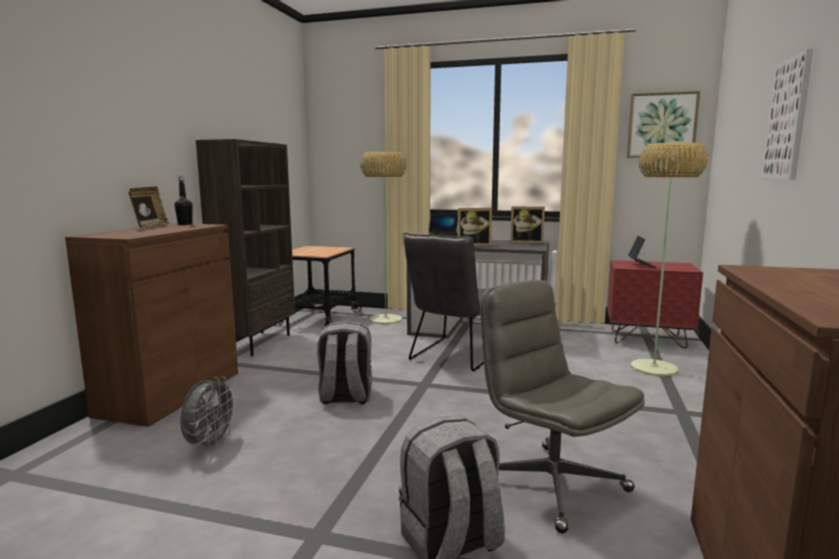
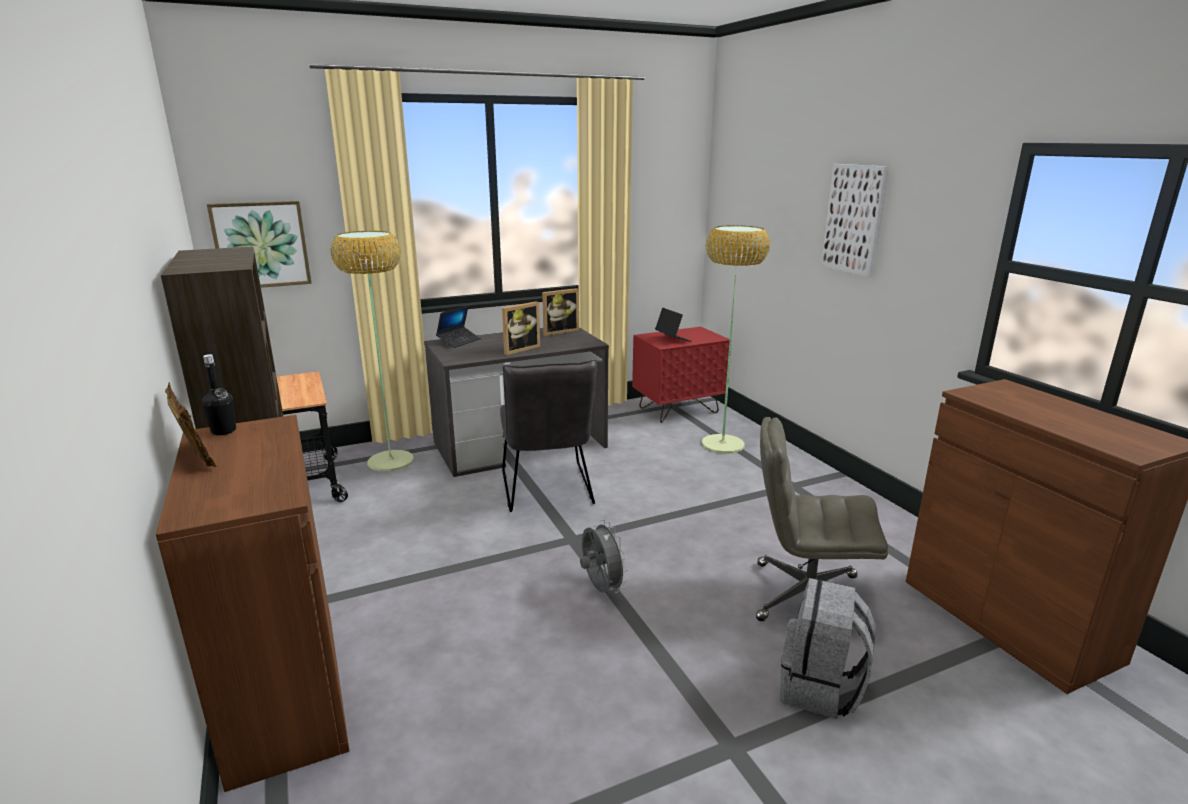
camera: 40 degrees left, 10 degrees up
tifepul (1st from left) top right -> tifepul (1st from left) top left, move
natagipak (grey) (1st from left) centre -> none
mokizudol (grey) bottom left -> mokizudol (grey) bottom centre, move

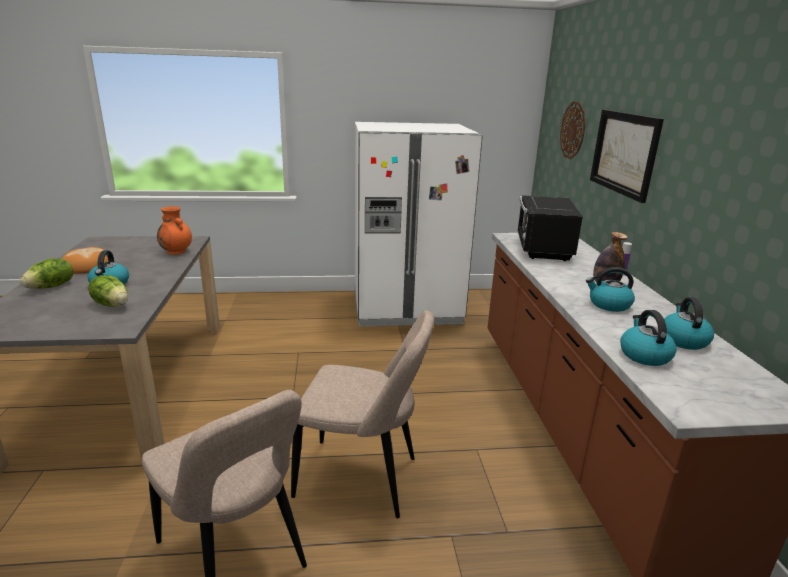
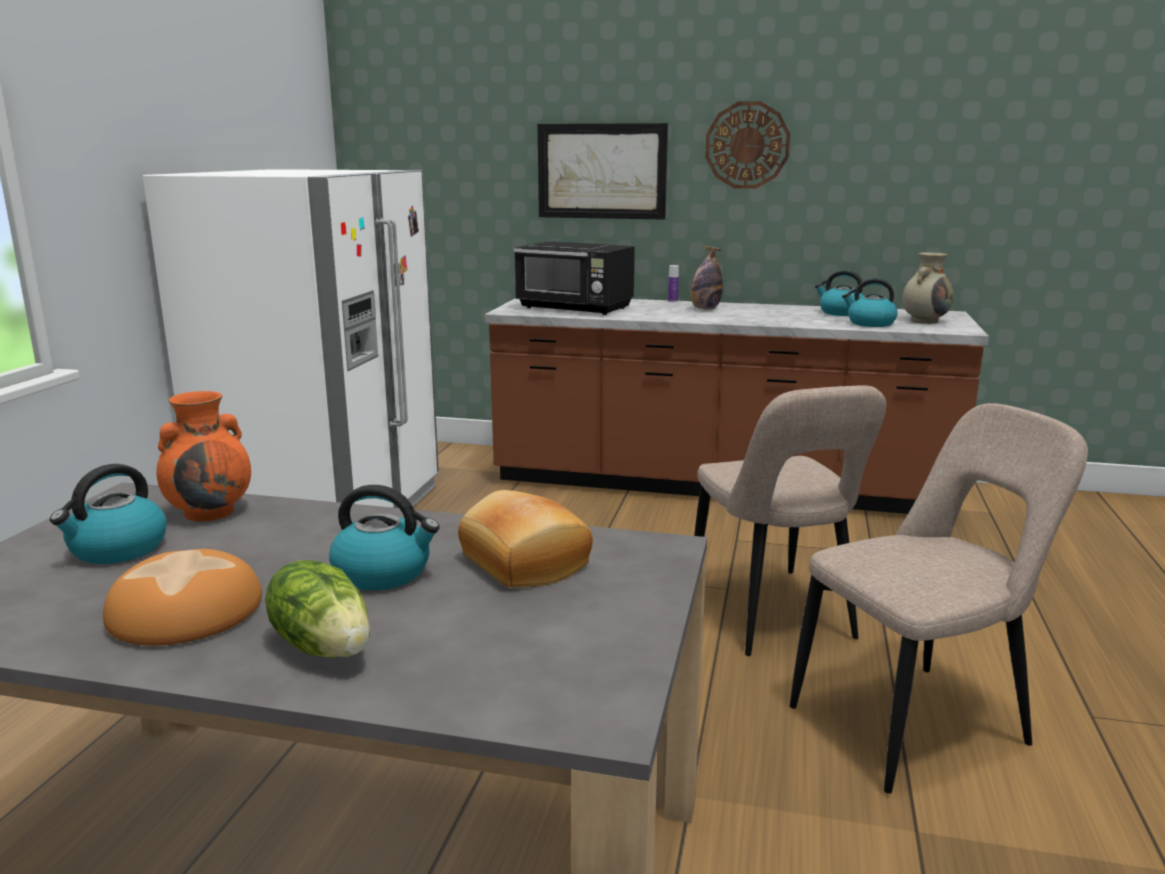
camera: 70 degrees left, 5 degrees down
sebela top right -> sebela top centre, move
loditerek (2nd from left in the first image) middle right -> loditerek (1st from left) middle left, move
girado (2nd from left) middle left -> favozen (2nd from left) centre
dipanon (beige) (2nd from left in the first image) bottom centre -> dipanon (beige) (1st from left) middle right, 135 degrees clockwise
none -> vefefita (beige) top right

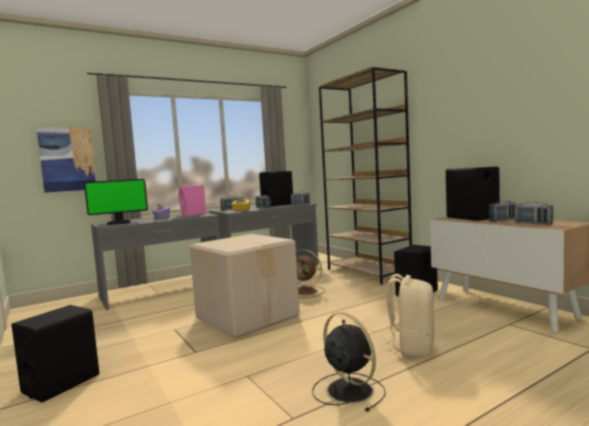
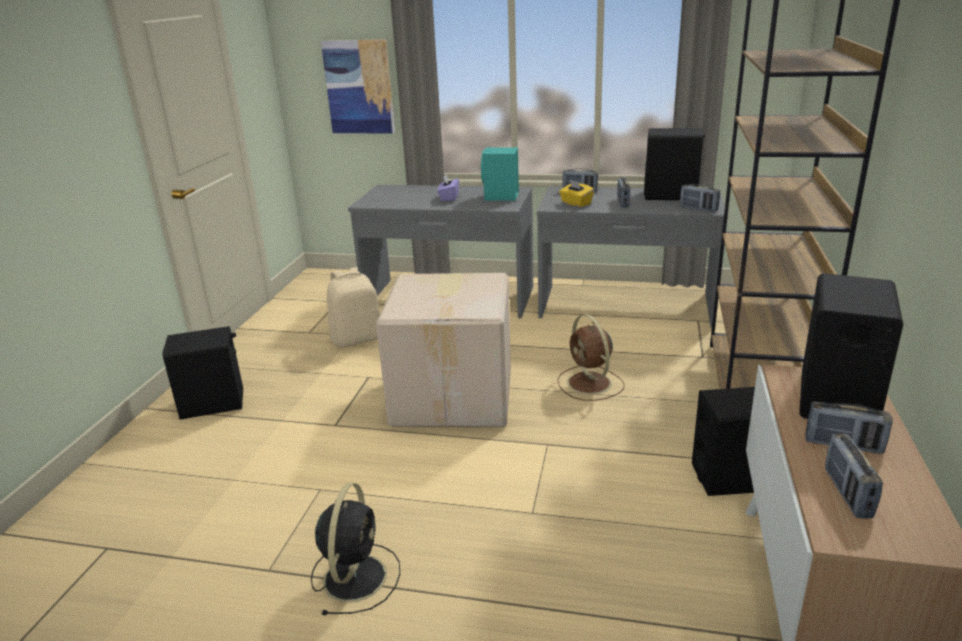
camera: 45 degrees right, 20 degrees up
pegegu middle left -> none
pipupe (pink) middle left -> pipupe (turquoise) top centre
natagipak (beige) bottom right -> natagipak (beige) centre, move

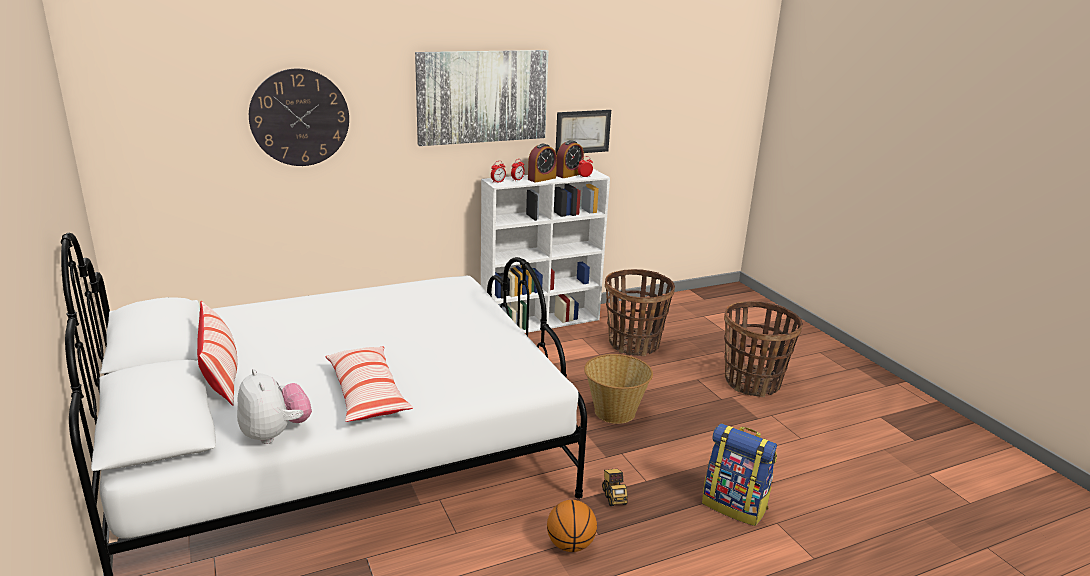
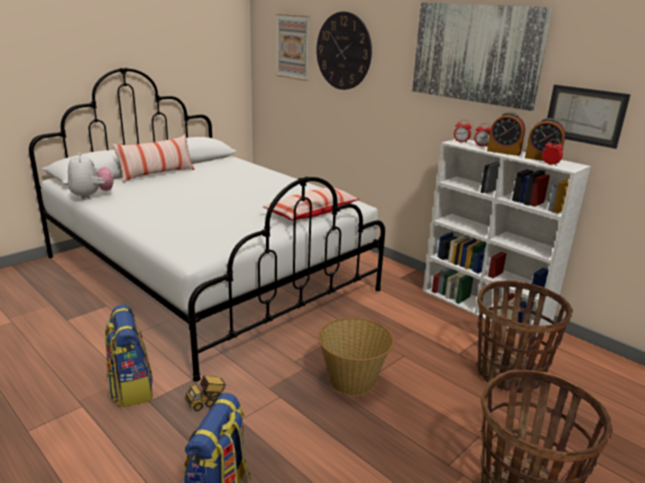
camera: 70 degrees right, 0 degrees up
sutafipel (2nd from left) bottom centre -> sutafipel (2nd from left) centre, move
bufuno bottom left -> bufuno middle left, 60 degrees counterclockwise
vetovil bottom centre -> natagipak (1st from left) bottom left
none -> tifepul (1st from left) top centre

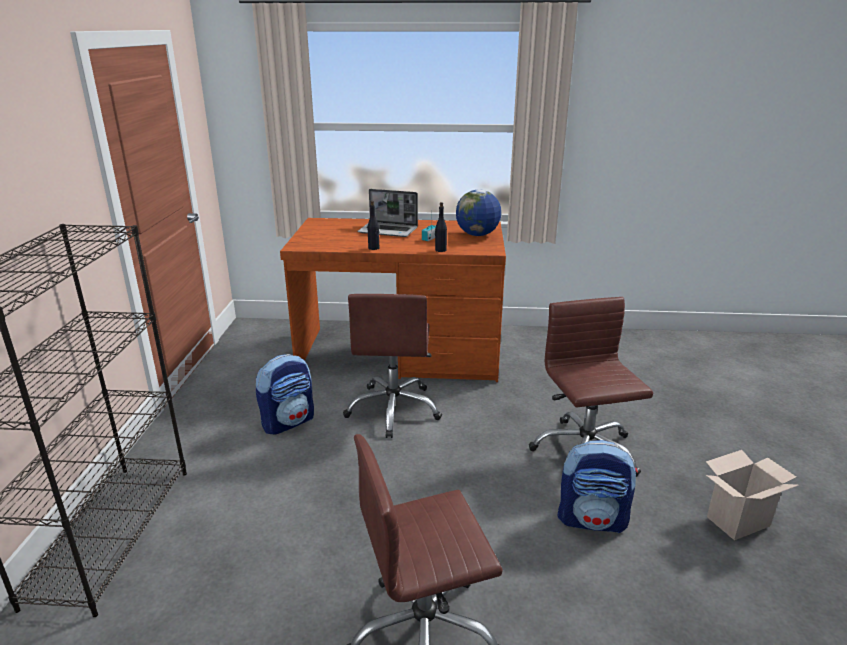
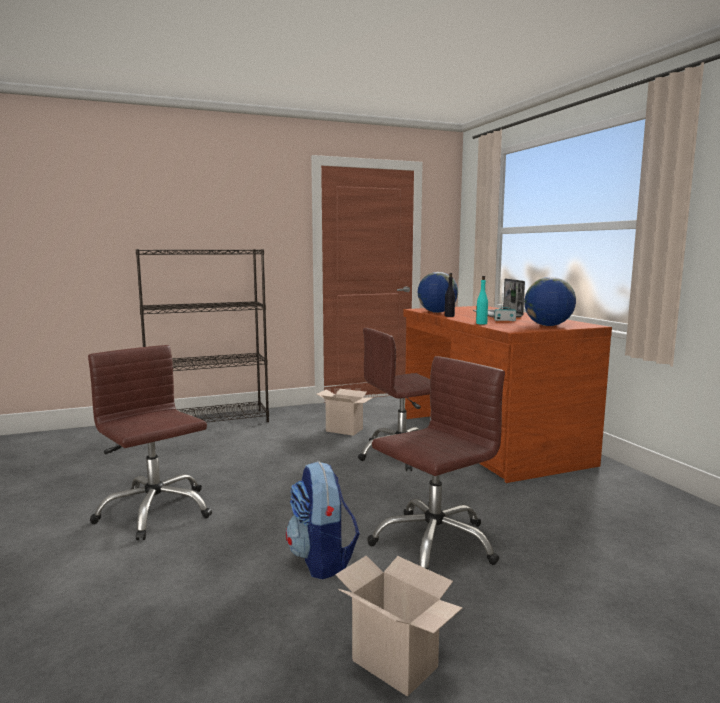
camera: 65 degrees right, 15 degrees down
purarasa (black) (2nd from left) centre -> purarasa (turquoise) middle right
natagipak (1st from left) centre -> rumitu (1st from left) centre
none -> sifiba (1st from left) centre

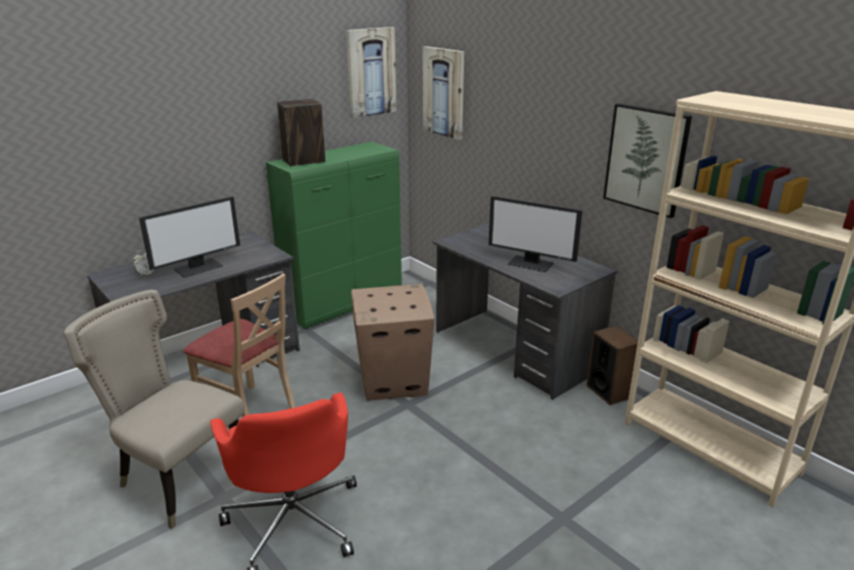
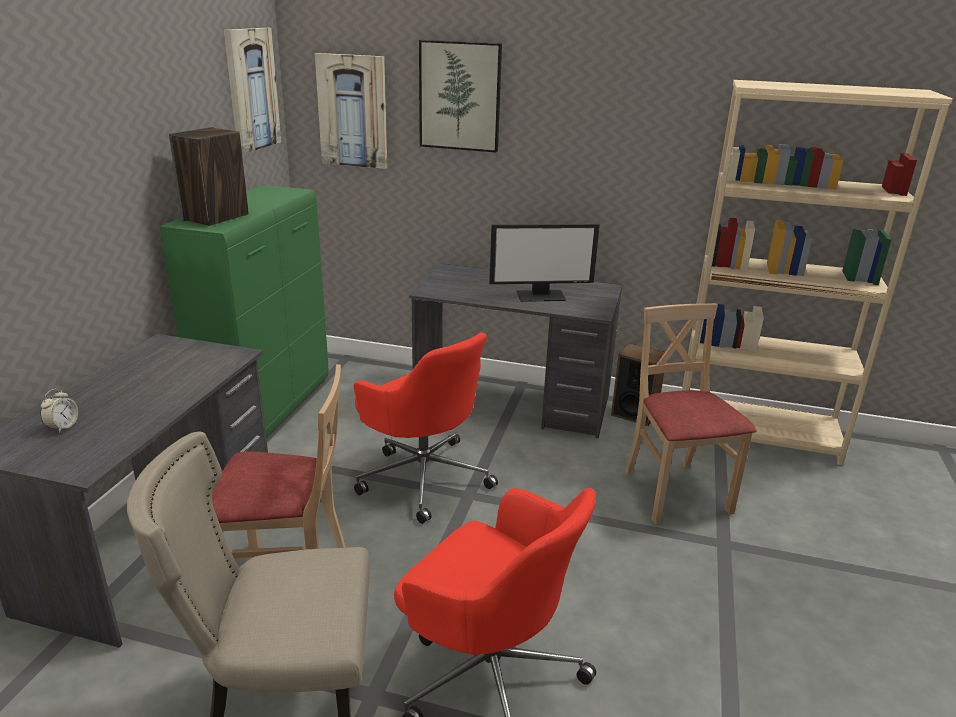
camera: 35 degrees left, 0 degrees up
tifepul (3rd from left) top right -> tifepul (3rd from left) top centre, move
pegegu (1st from left) middle left -> none
rumitu centre -> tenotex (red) (1st from left) centre
none -> dipanon (beige) (3rd from left) middle right

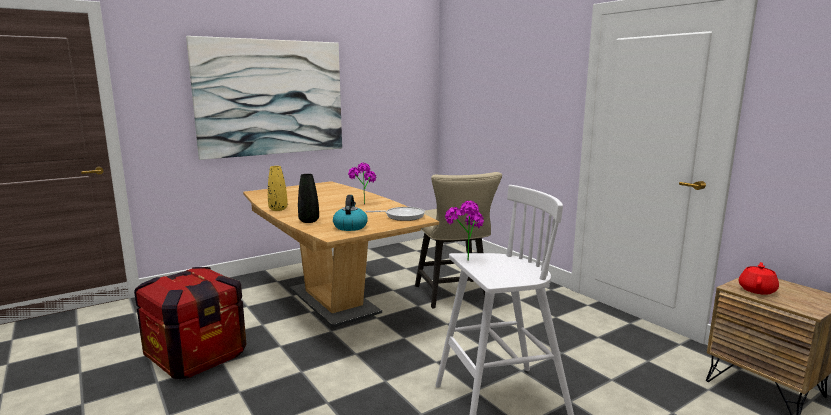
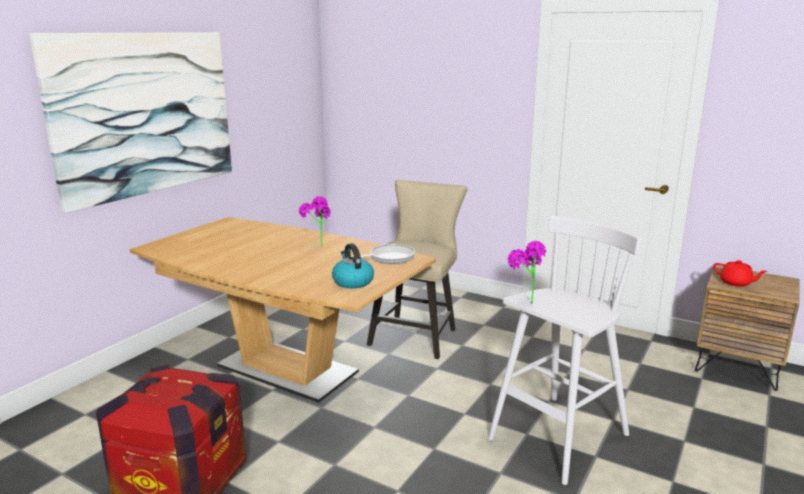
camera: 25 degrees left, 5 degrees up
vefefita (yellow) centre -> none
dipanon (beige) centre, 120 degrees counterclockwise
vefefita (black) centre -> none
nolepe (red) bottom right -> nolepe (red) middle right, 120 degrees clockwise

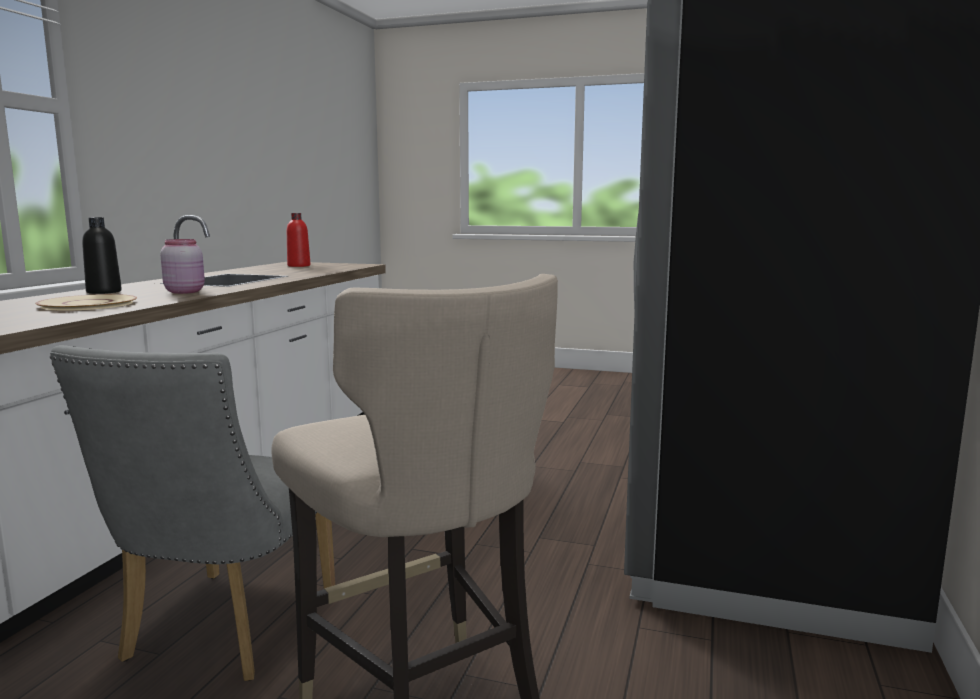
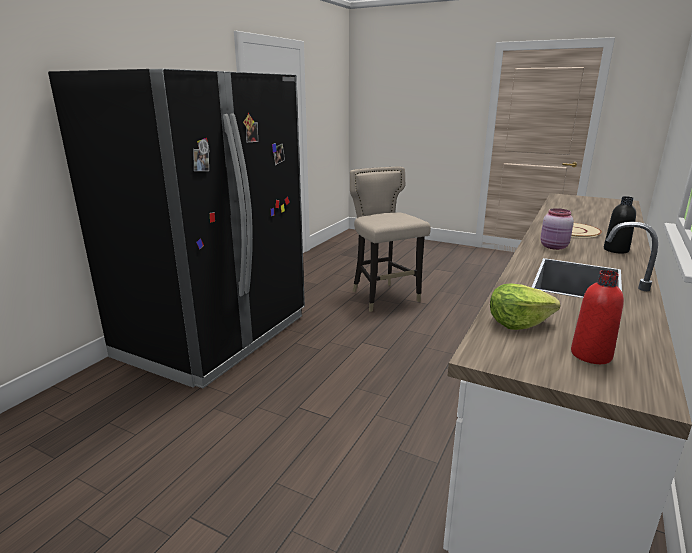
camera: 170 degrees left, 10 degrees up
dipanon (grey) bottom left -> none
none -> girado middle right

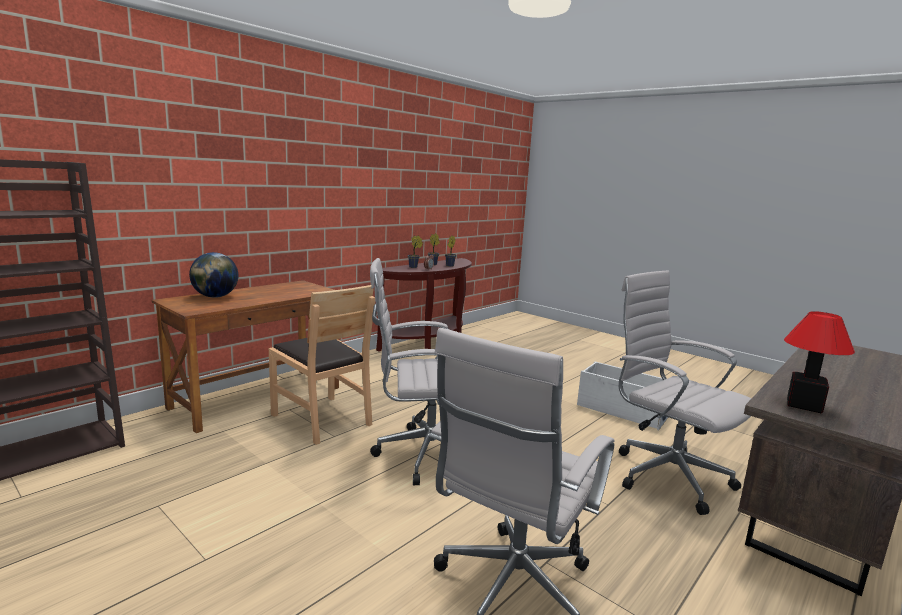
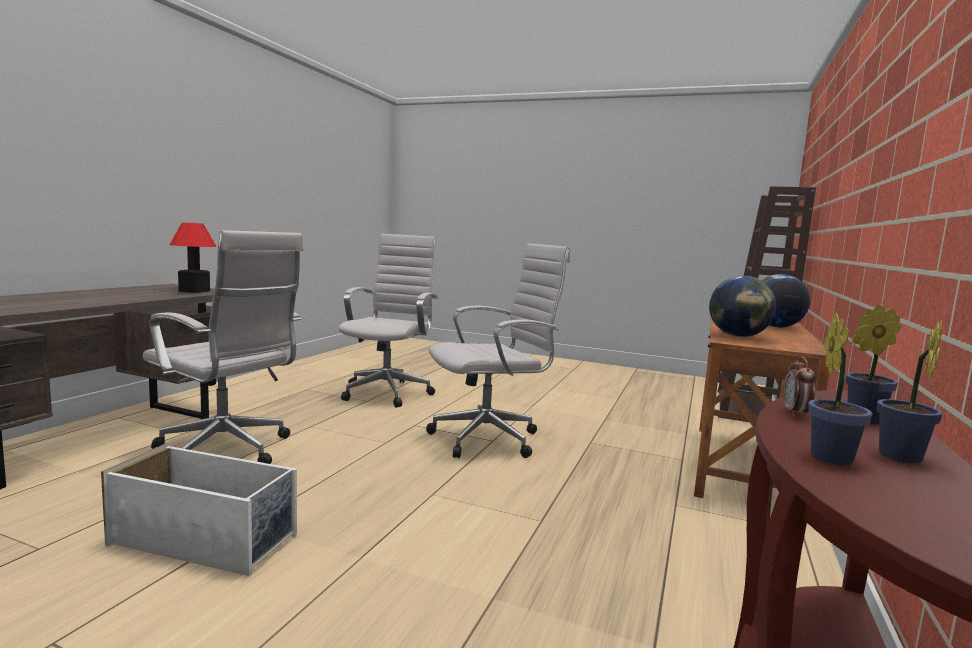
camera: 160 degrees right, 5 degrees down
dipanon (brown) centre -> none
none -> sifiba (1st from left) middle right

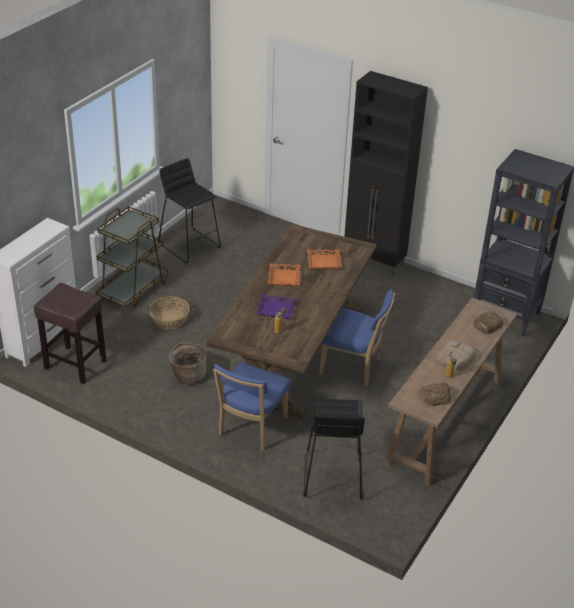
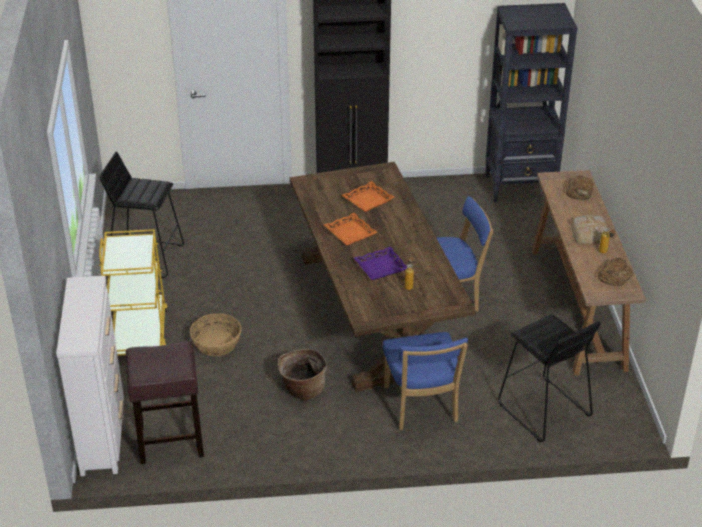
camera: 35 degrees left, 0 degrees up
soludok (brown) middle left -> soludok (yellow) middle left

